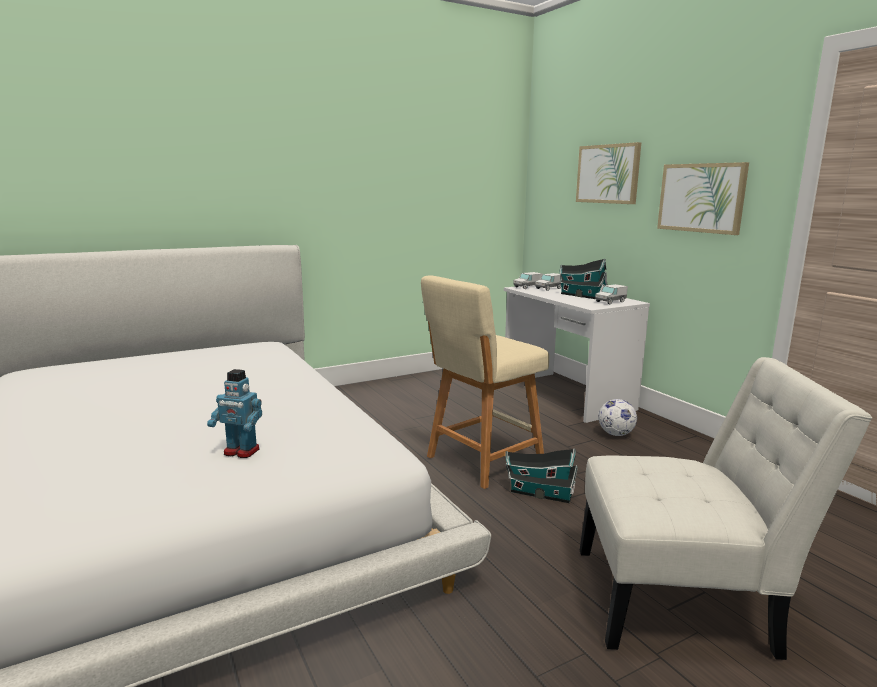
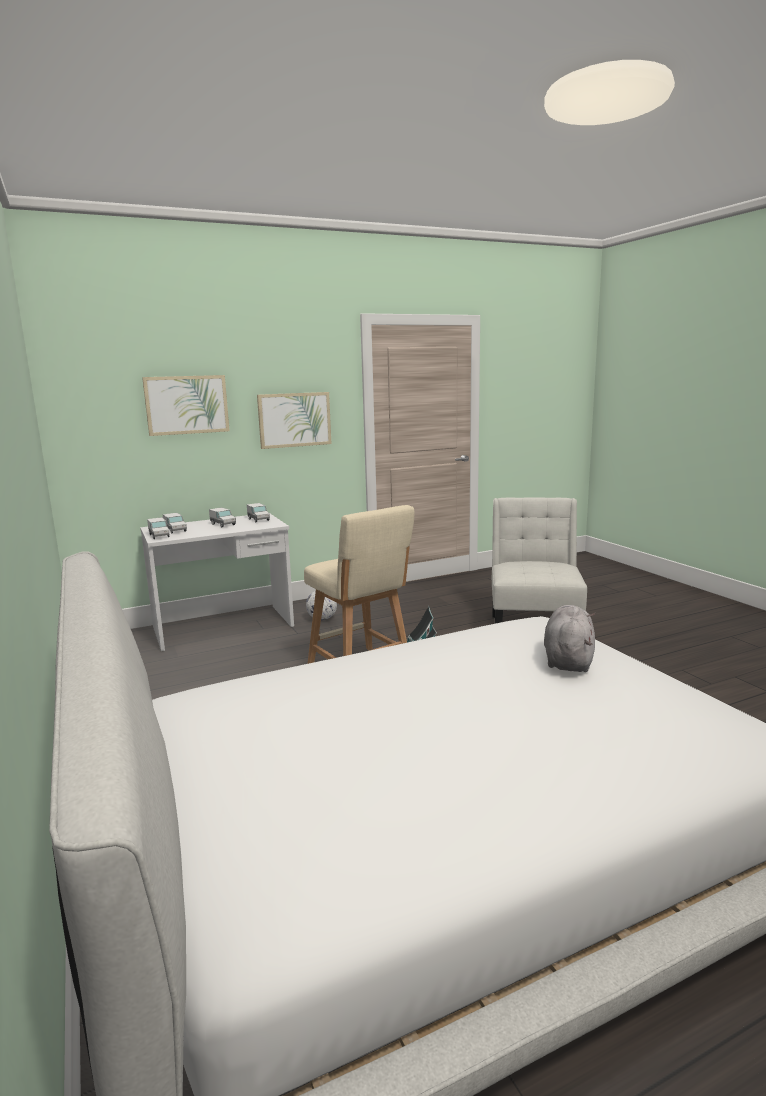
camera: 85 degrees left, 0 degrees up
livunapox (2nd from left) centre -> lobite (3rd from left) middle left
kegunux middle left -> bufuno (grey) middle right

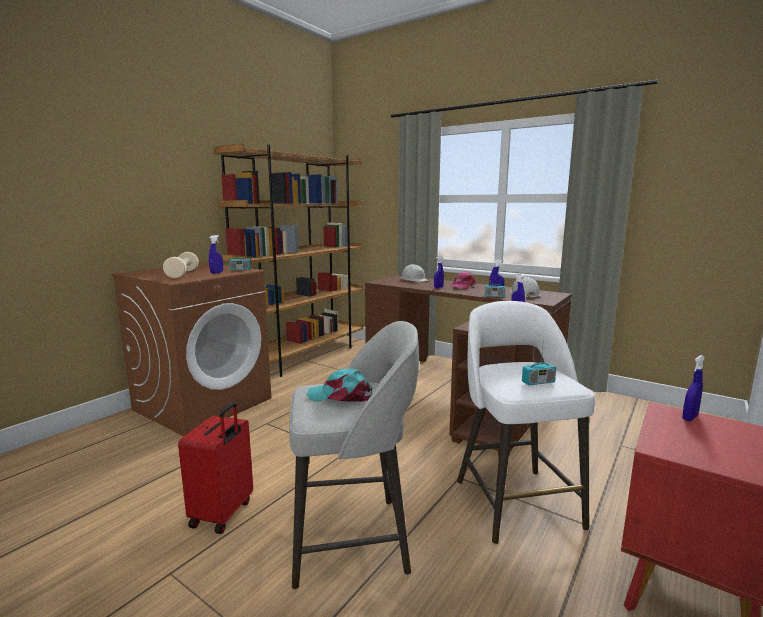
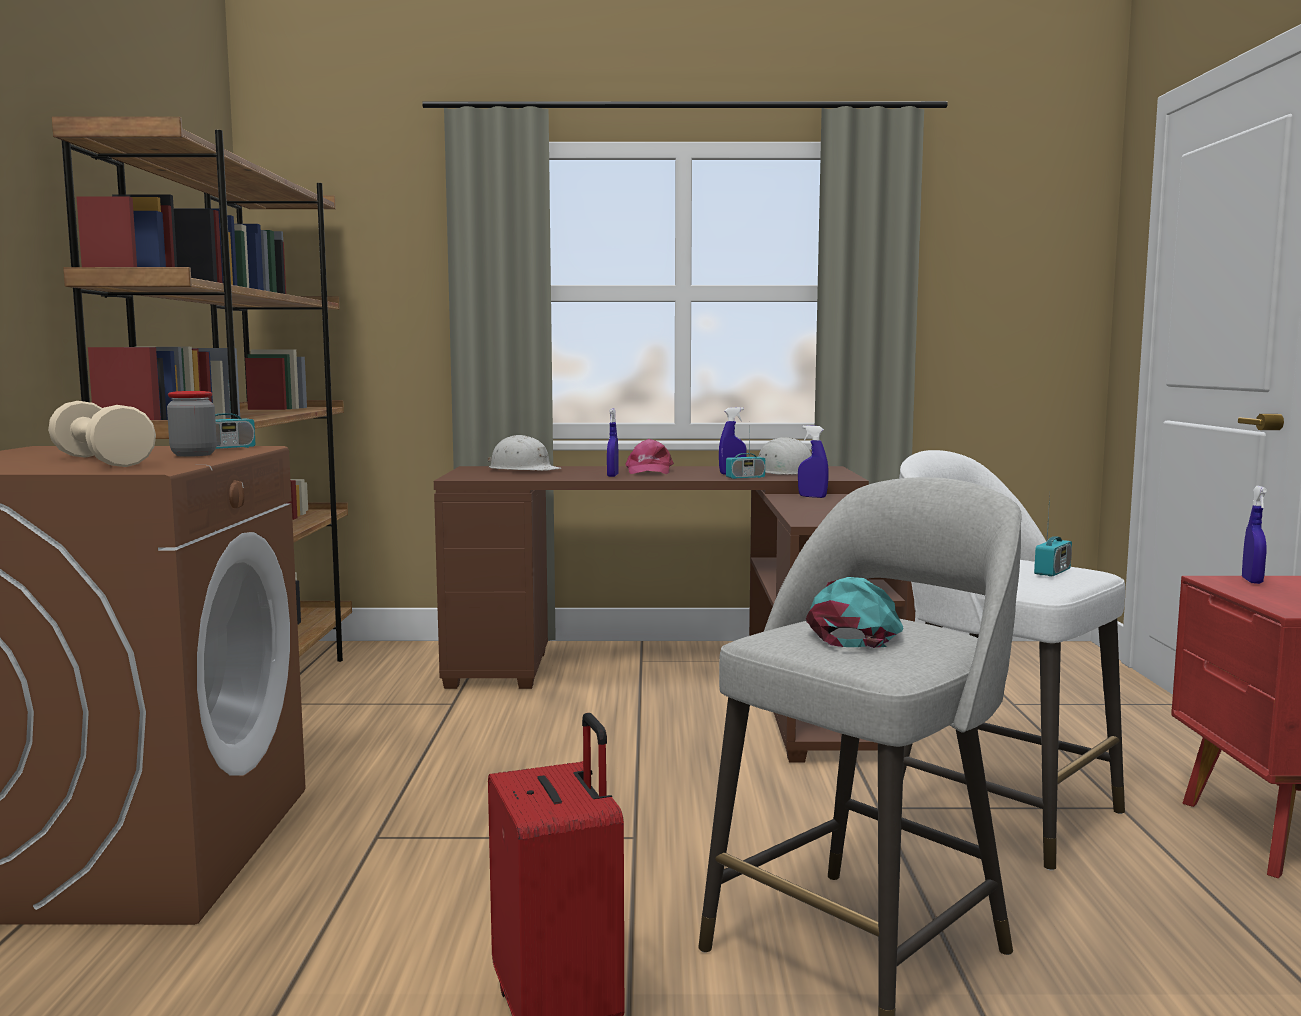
camera: 35 degrees left, 5 degrees down
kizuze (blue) (1st from left) middle left -> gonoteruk middle left
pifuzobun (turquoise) centre, 135 degrees clockwise

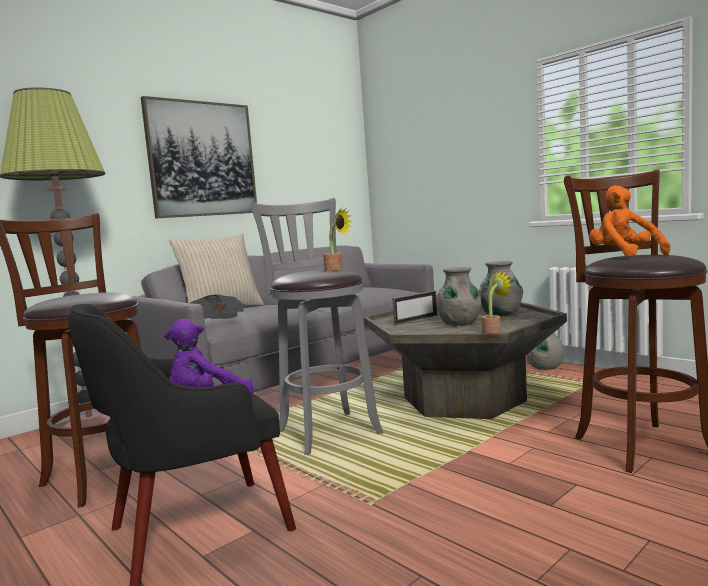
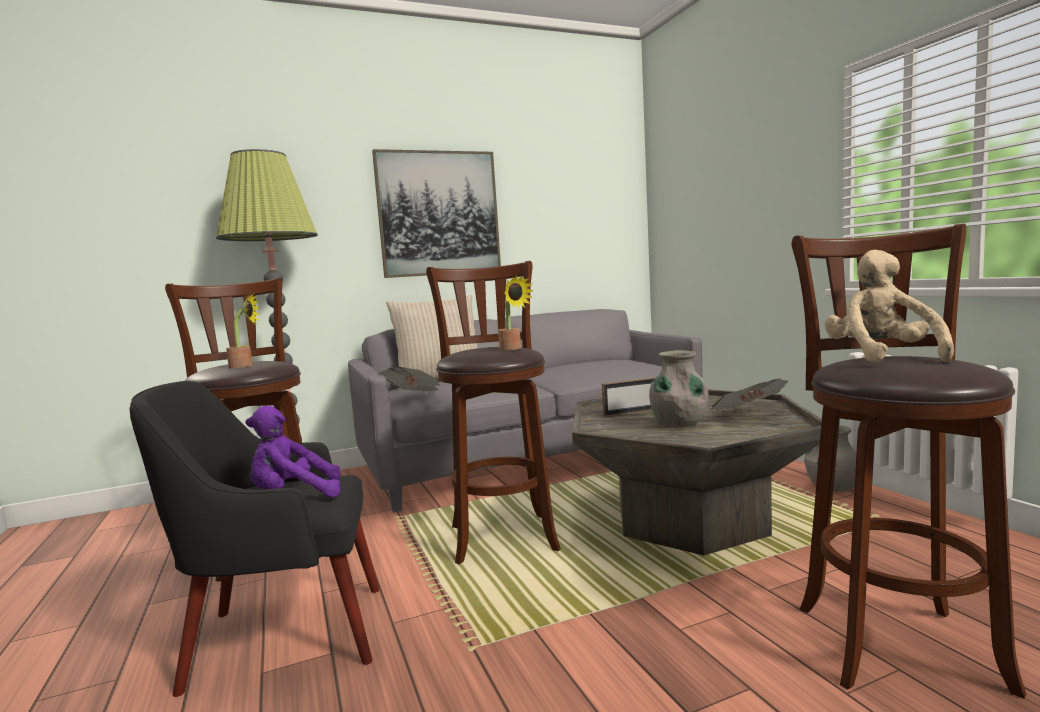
camera: 20 degrees right, 0 degrees up
bufuno (orange) middle right -> bufuno (beige) middle right
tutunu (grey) centre -> tutunu (brown) (2nd from left) centre
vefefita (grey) (2nd from left) middle right -> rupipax (2nd from left) middle right
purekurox (2nd from left in the first image) middle right -> purekurox (1st from left) middle left, move

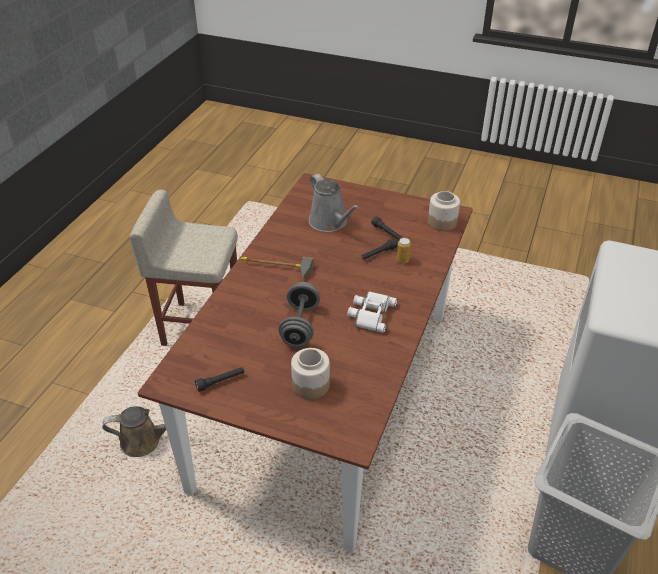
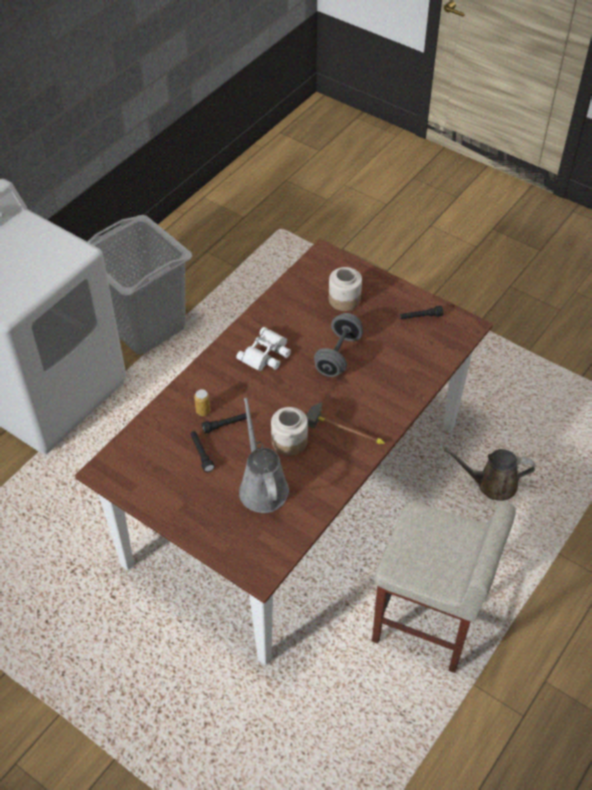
camera: 165 degrees left, 10 degrees up
gonoteruk (2nd from left in the first image) middle right -> gonoteruk (1st from left) centre, move

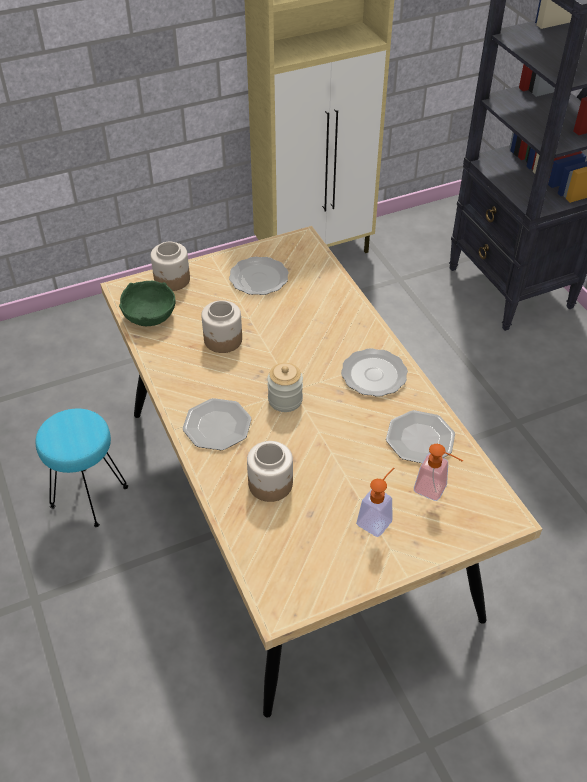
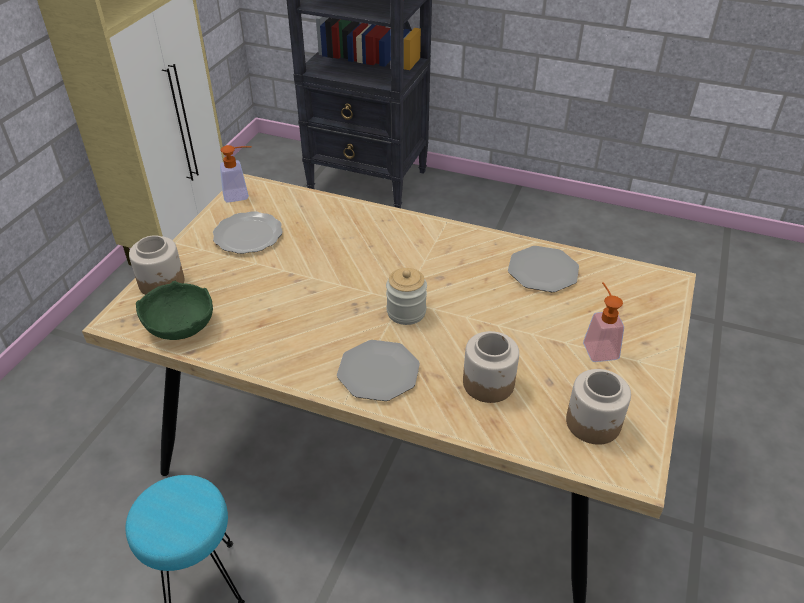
camera: 45 degrees left, 5 degrees down
gonoteruk (2nd from left in the first image) centre -> gonoteruk (4th from left) bottom right, move
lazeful (3rd from left) centre -> none
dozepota (2nd from left in the first image) middle right -> dozepota (1st from left) top left, move

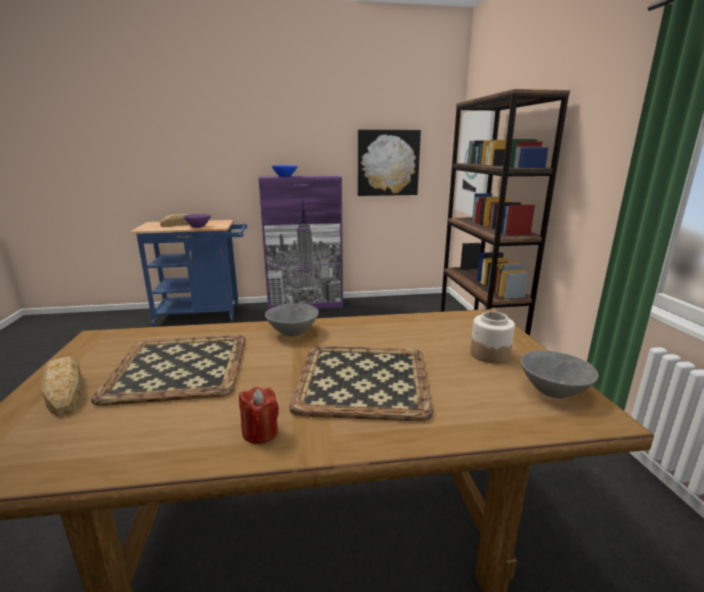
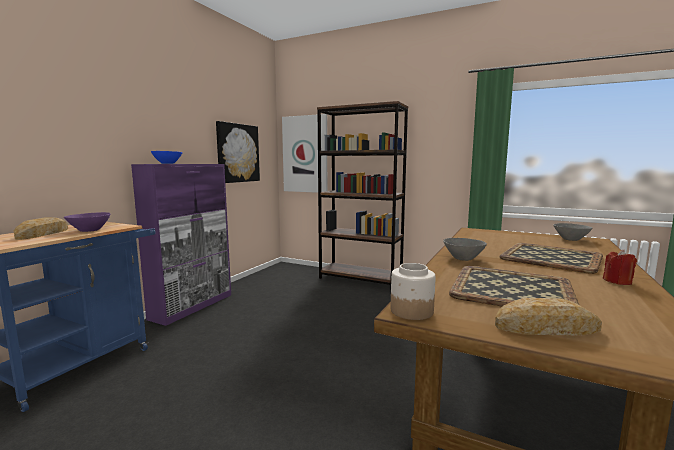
camera: 55 degrees left, 10 degrees down
gonoteruk middle right -> gonoteruk centre, move

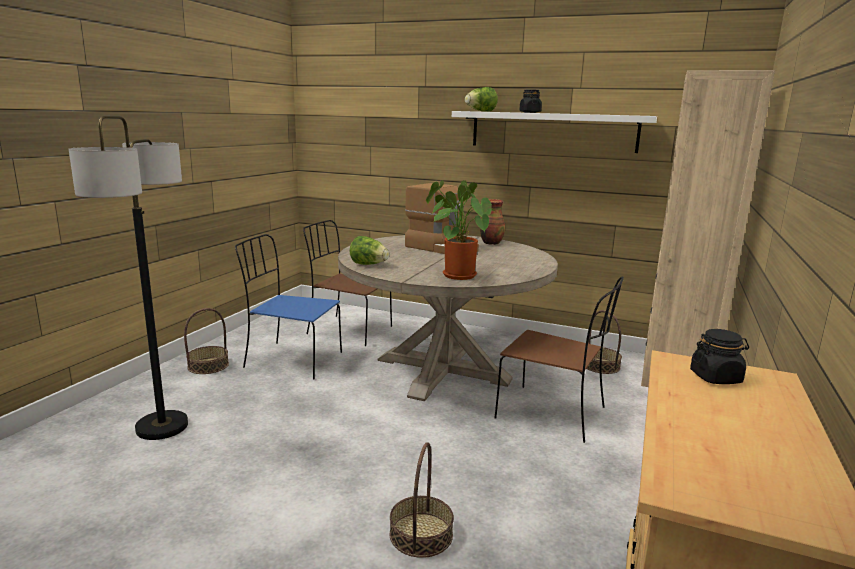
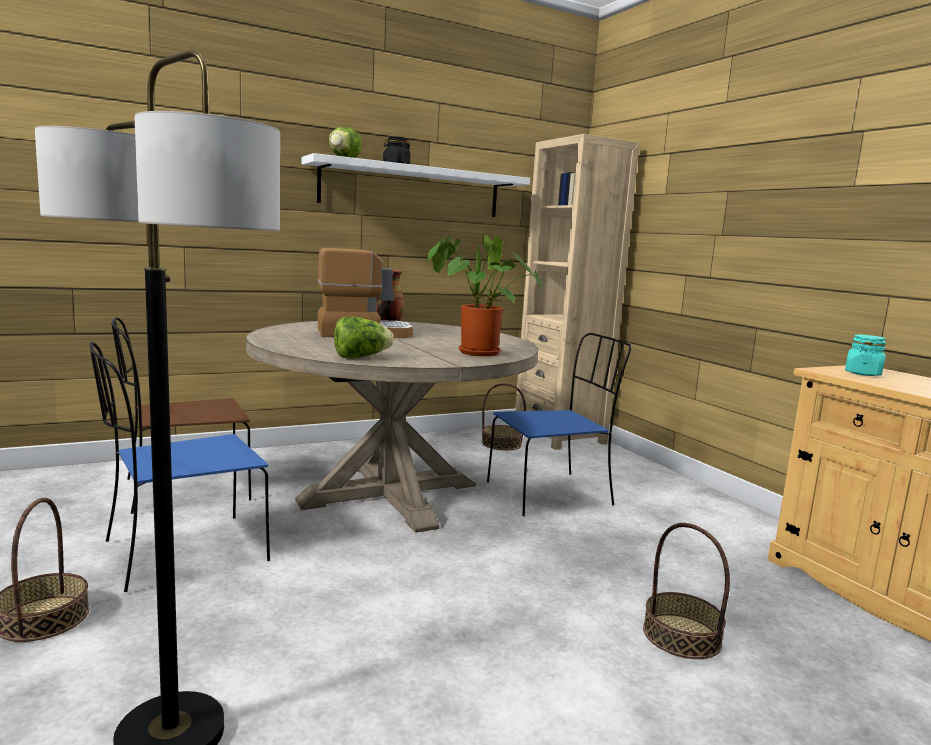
camera: 50 degrees left, 5 degrees down
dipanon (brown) (2nd from left) centre -> dipanon (blue) (2nd from left) centre
gonoteruk (black) (2nd from left) middle right -> gonoteruk (turquoise) middle right

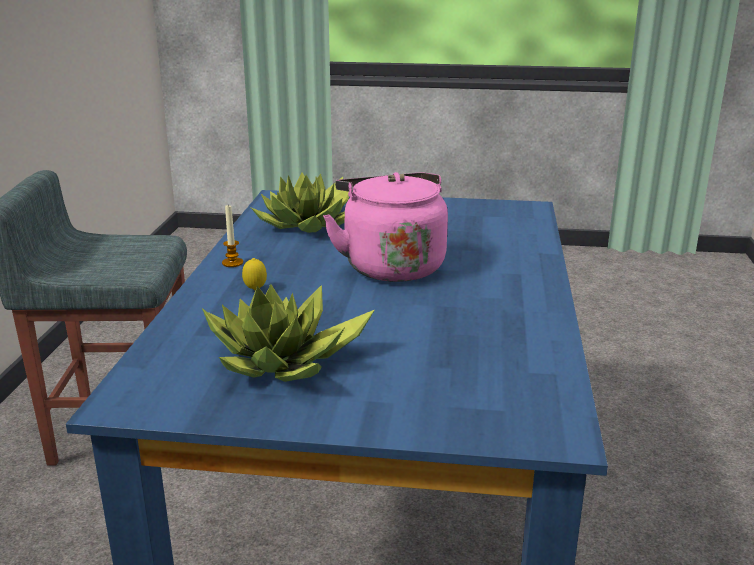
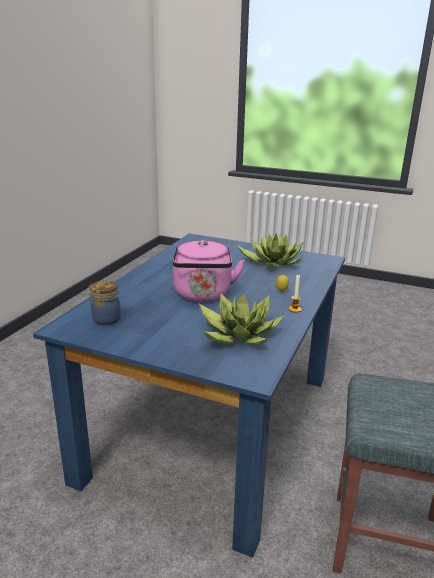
camera: 165 degrees left, 0 degrees up
none -> gonoteruk middle left

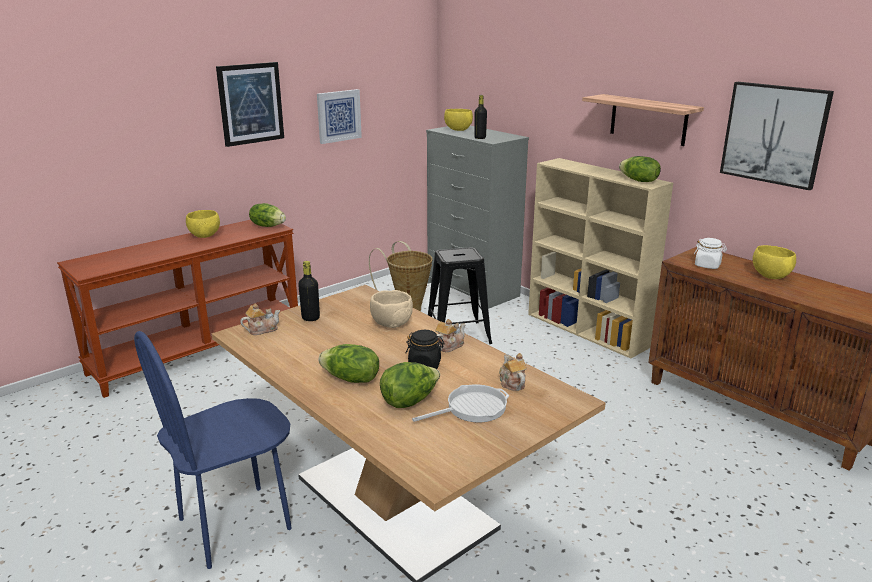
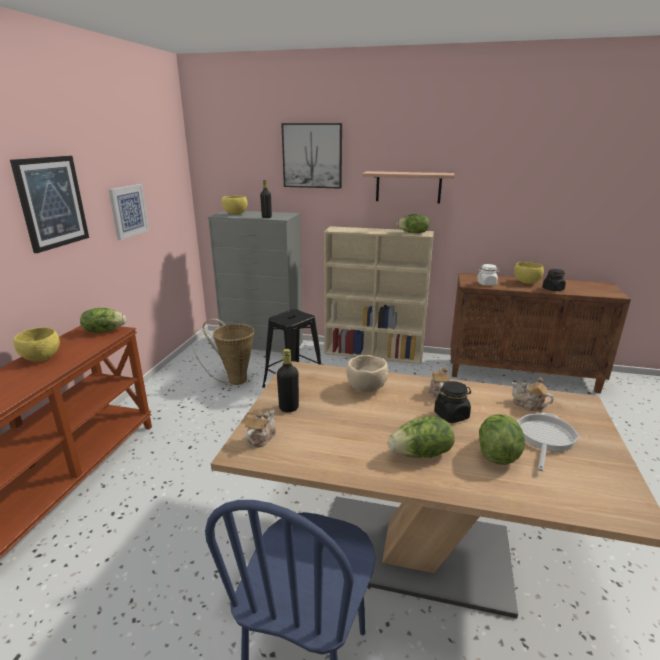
camera: 35 degrees left, 0 degrees up
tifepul (3rd from left) top right -> tifepul (3rd from left) top centre, move
none -> gonoteruk (black) (2nd from left) middle right

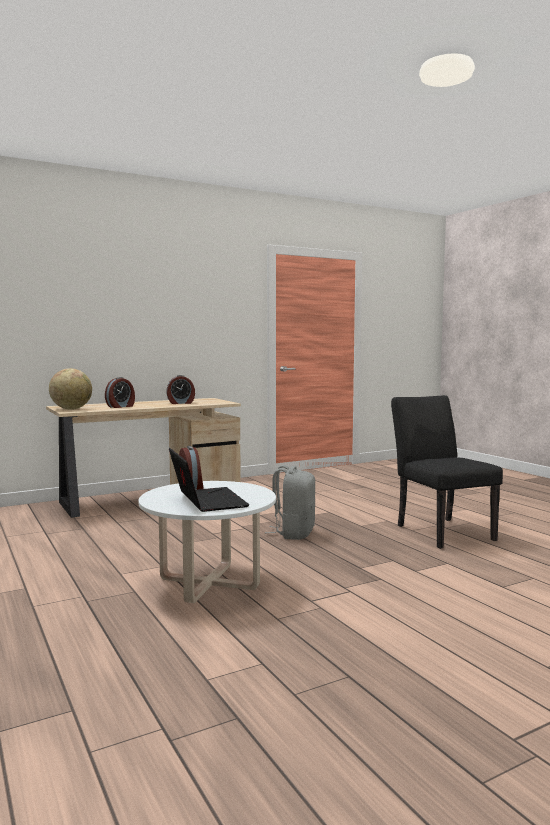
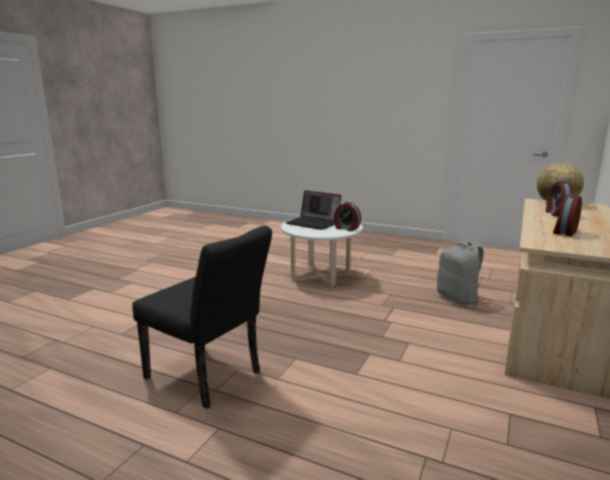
camera: 145 degrees right, 10 degrees up
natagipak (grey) centre -> natagipak (grey) middle right, move

